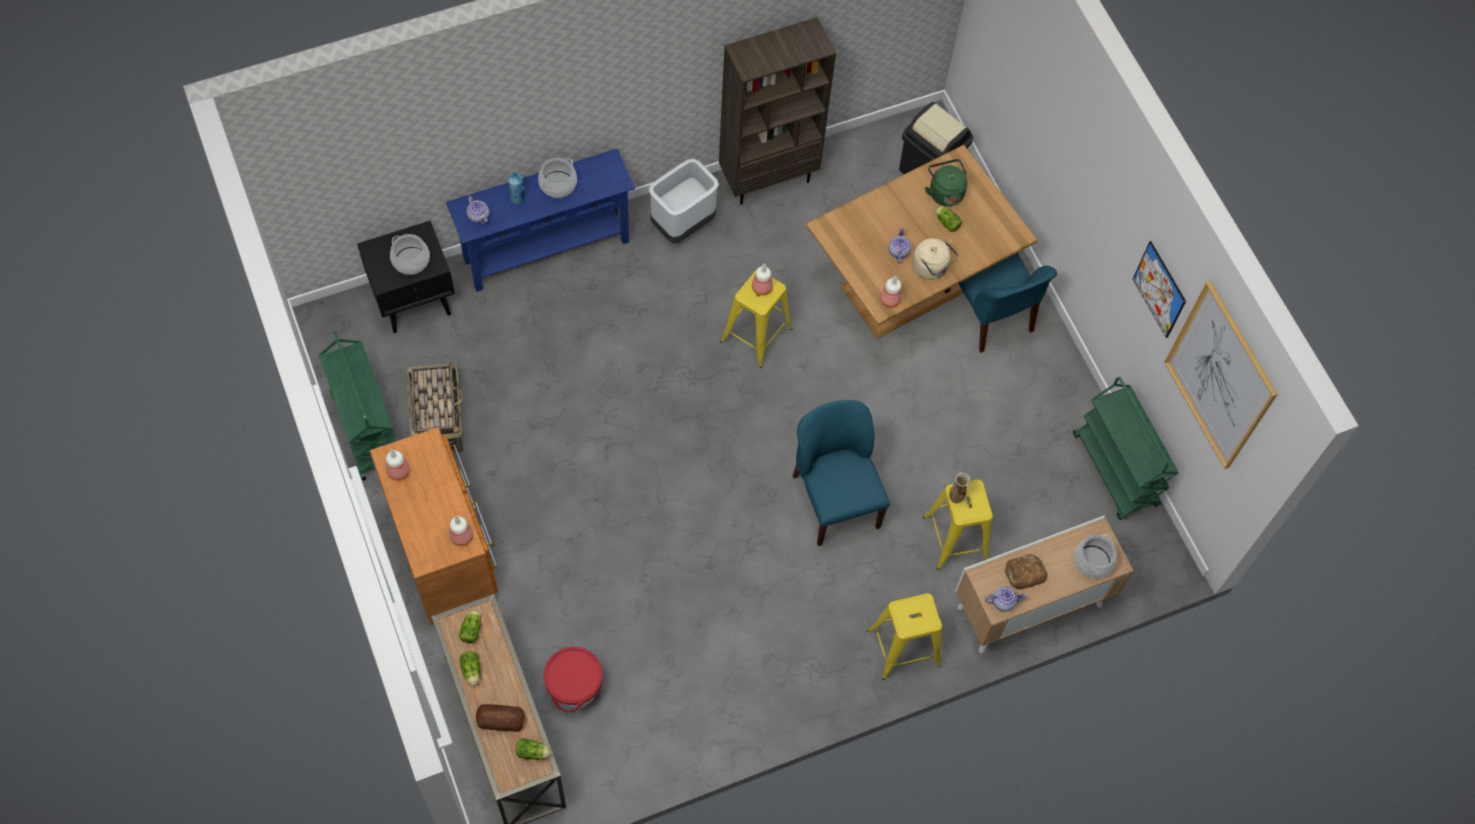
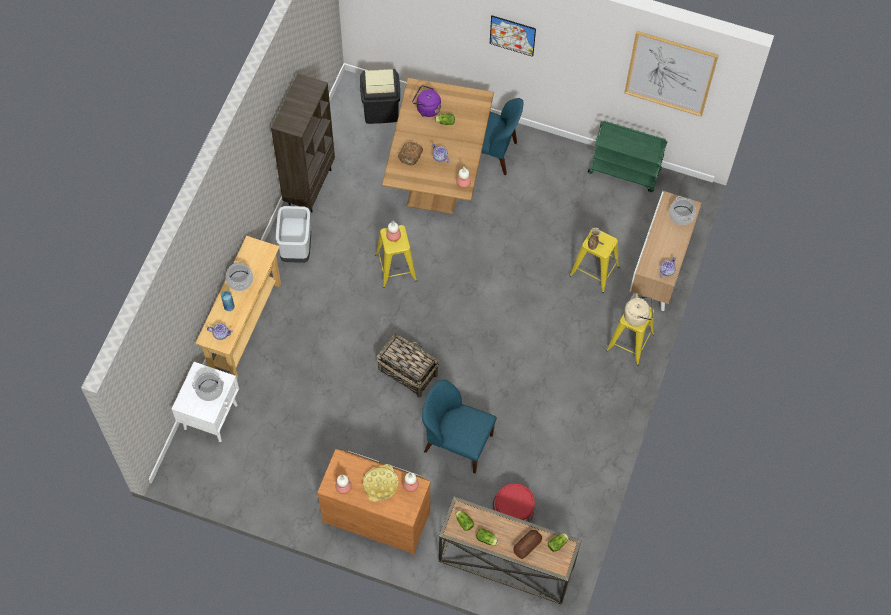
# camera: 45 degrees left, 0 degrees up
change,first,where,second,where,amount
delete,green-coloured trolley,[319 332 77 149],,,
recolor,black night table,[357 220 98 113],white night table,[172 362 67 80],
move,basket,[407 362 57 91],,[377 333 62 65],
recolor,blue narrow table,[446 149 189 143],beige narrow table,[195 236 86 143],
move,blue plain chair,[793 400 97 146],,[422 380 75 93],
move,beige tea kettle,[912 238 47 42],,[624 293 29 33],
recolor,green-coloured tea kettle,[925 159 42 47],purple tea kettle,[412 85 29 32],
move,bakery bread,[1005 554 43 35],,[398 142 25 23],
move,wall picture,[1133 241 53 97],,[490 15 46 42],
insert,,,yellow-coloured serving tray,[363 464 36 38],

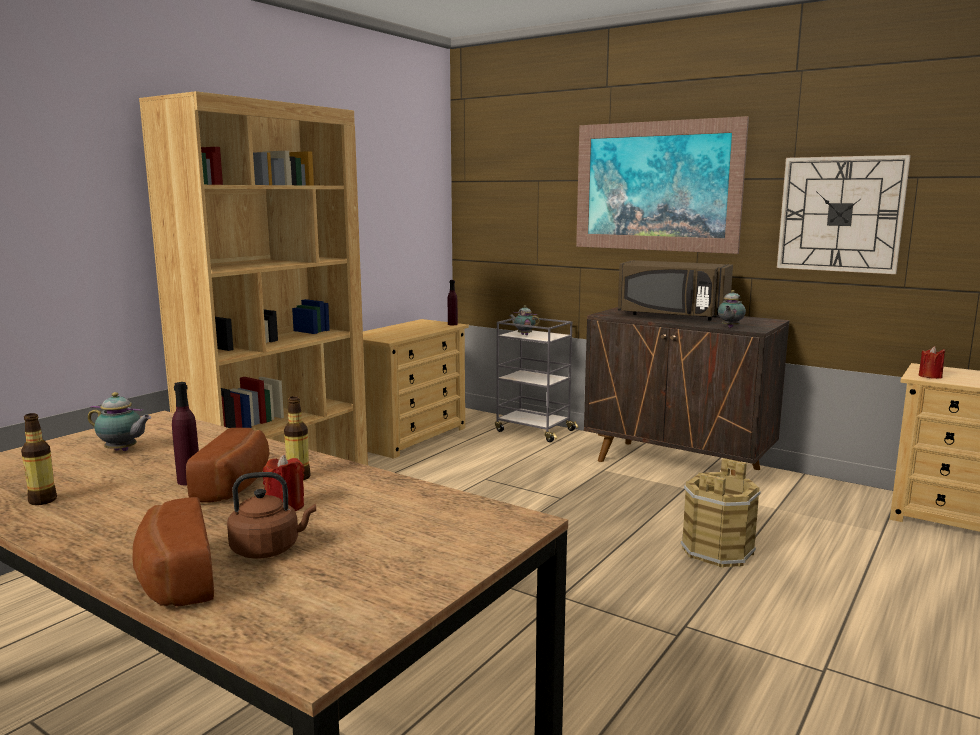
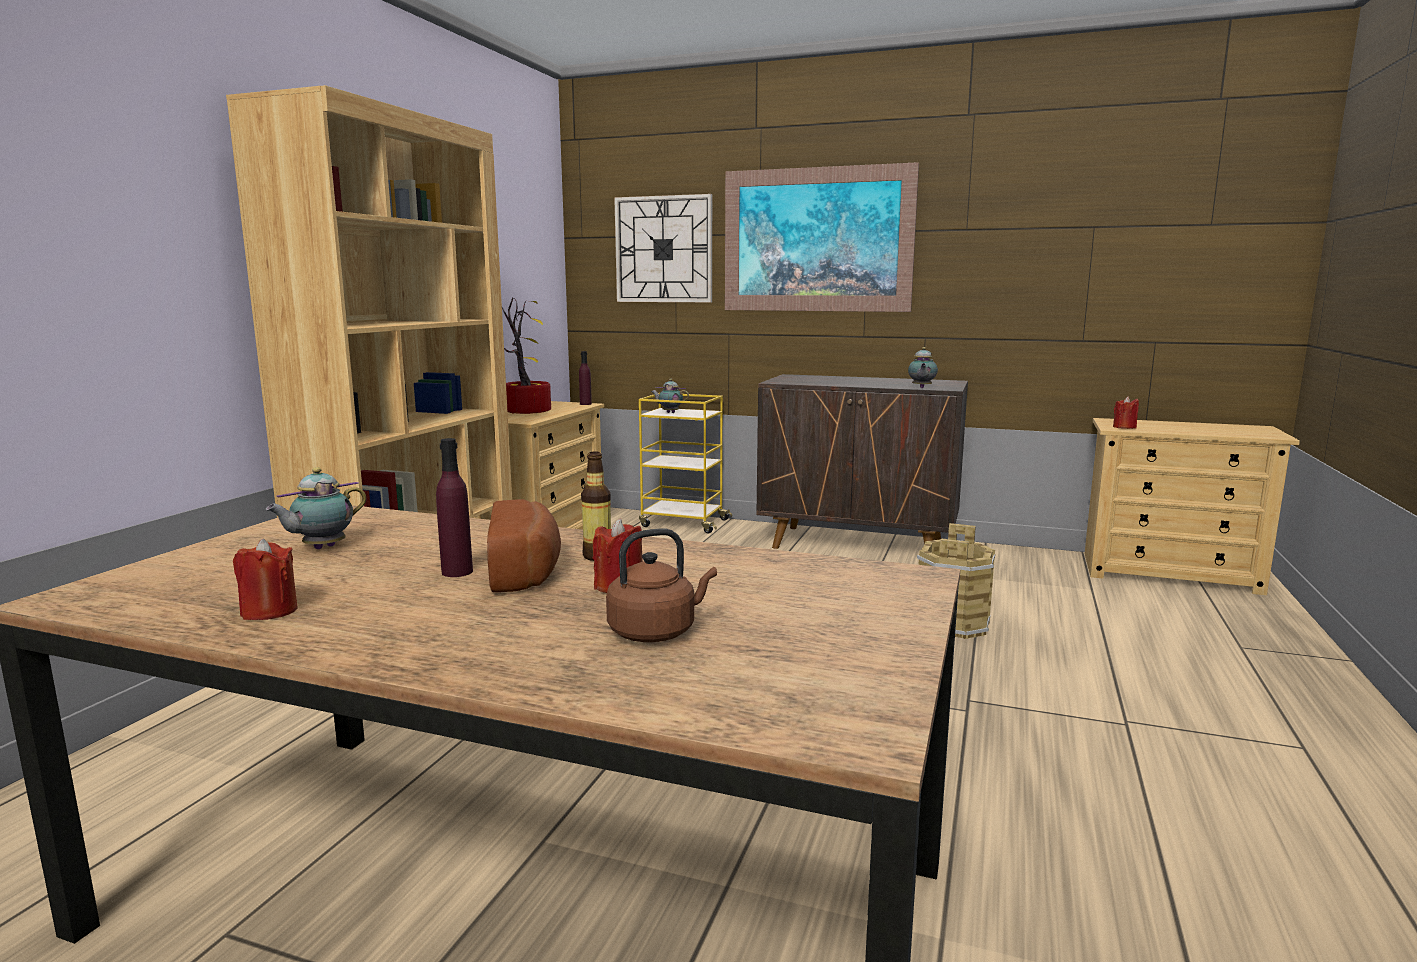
# camera: 15 degrees left, 0 degrees up
change,first,where,second,where,amount
replace,drink bottle,[21 413 36 92],red-coloured wax candle,[233 538 65 82],
rotate,pot for tea,[88 392 63 59],,[265 467 102 82],135 degrees clockwise
delete,bakery bread,[133 497 81 109],,,
recolor,grey trolley,[495 317 83 125],yellow-coloured trolley,[639 393 93 141],
delete,brown microwave oven,[618 260 115 61],,,
move,hanging clock,[777 155 134 119],,[614 194 98 108],
insert,,,potted plant,[502 297 49 117],

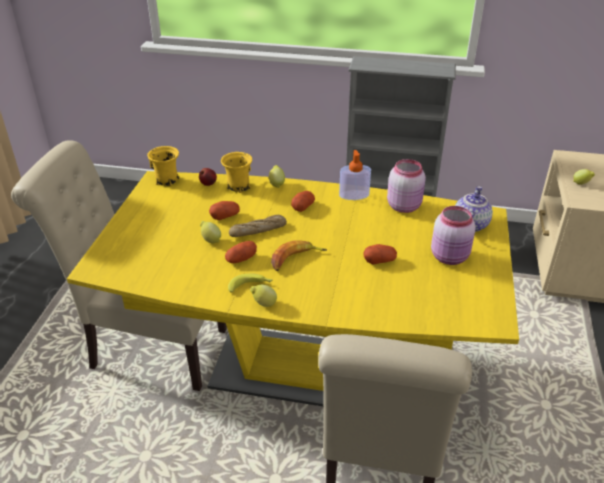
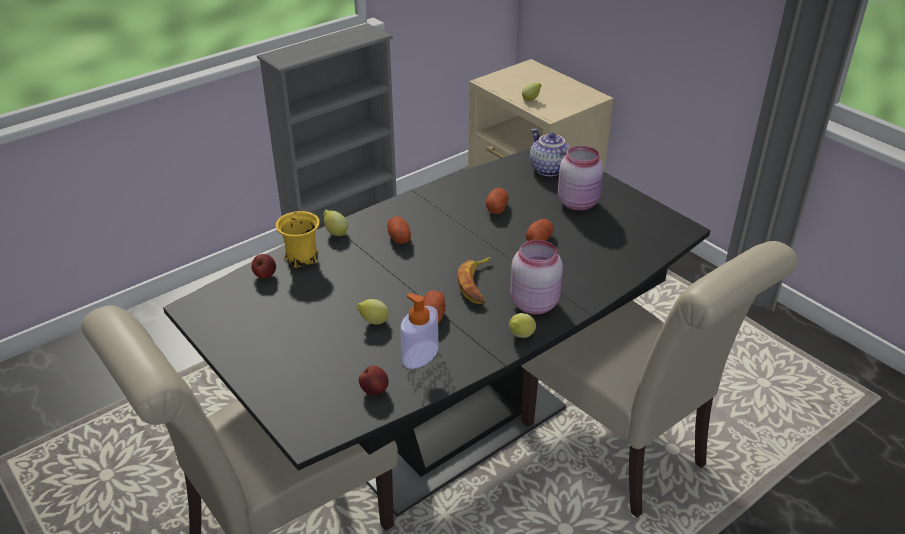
# camera: 50 degrees left, 0 degrees up
change,first,where,second,where,amount
recolor,yellow-coloured dinner table,[67 171 452 236],black dinner table,[163 148 548 369],
delete,yellow-coloured mug,[147 146 33 40],,,
move,spud,[209 201 31 19],,[486 188 23 26],
delete,banana,[228 274 44 18],,,
delete,bakery bread,[229 215 58 22],,,
move,soap bottle,[339 150 32 50],,[400 293 38 76],
move,pink storage jar,[387 159 39 54],,[510 240 53 74],
insert,,,apple fruit,[359 365 30 31],

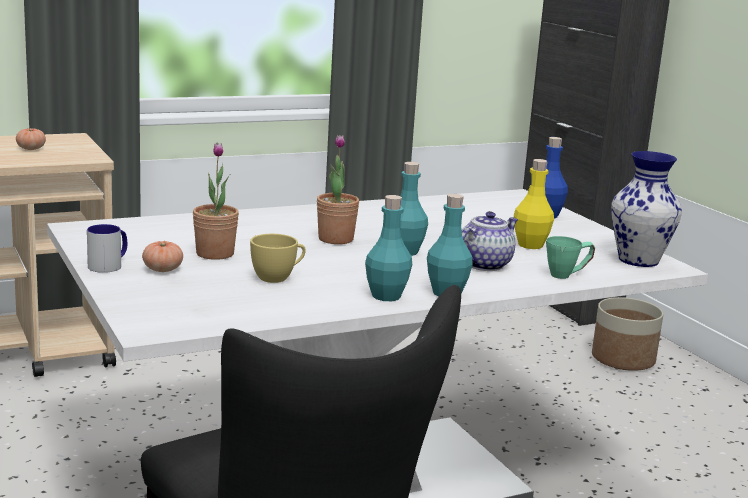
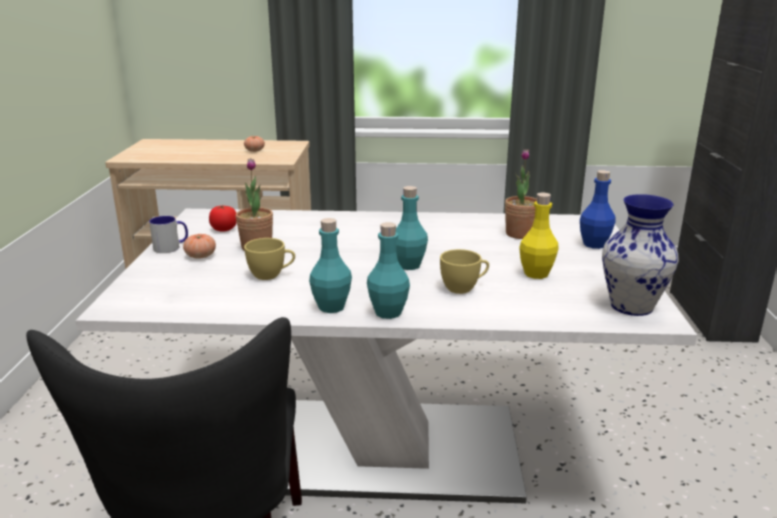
# camera: 30 degrees right, 5 degrees up
change,first,where,second,where,amount
move,potted plant,[317 135 42 109],,[505 149 32 90],
replace,pot for tea,[462 211 56 60],yellow-coloured drinking cup,[440 249 49 45],
delete,green-coloured mug,[546 236 49 43],,,
delete,planter,[592 297 71 74],,,
insert,,,fresh tomato,[209 205 28 27],

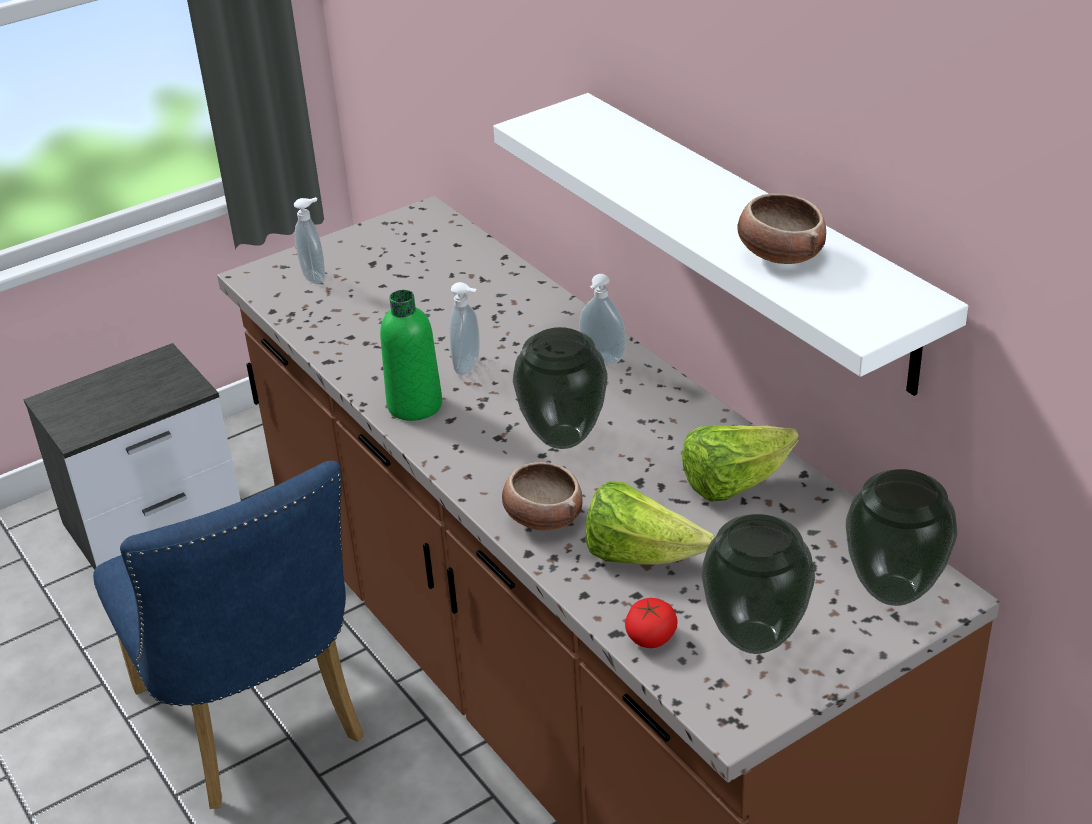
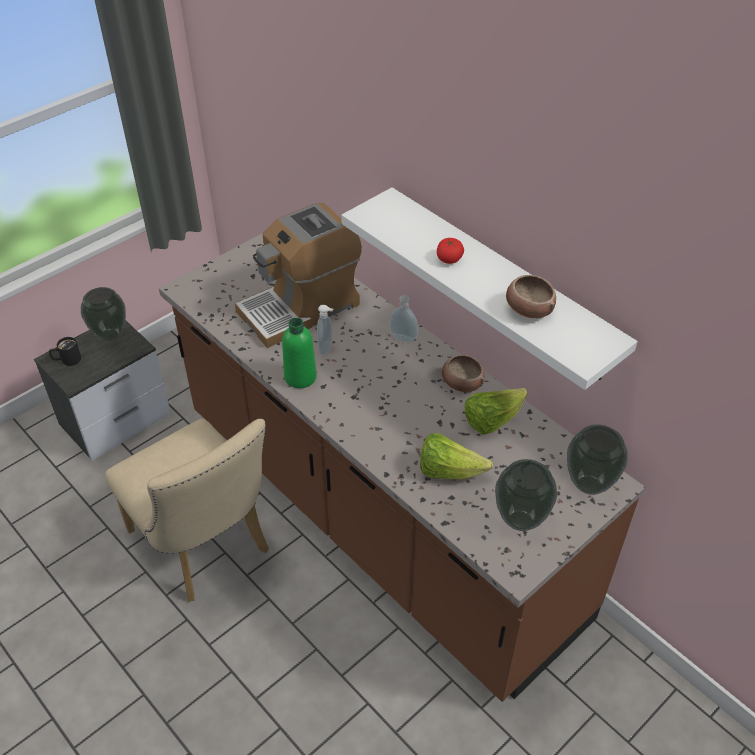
# camera: 10 degrees left, 10 degrees up
change,first,where,second,where,amount
recolor,blue plain chair,[93 461 271 348],beige plain chair,[105 419 164 183],
delete,soap bottle,[294 197 31 87],,,
move,serving bowl,[502 462 81 69],,[442 354 42 38],
move,flower vase,[513 327 95 122],,[81 287 45 54],
move,fresh tomato,[625 598 52 50],,[437 238 27 26],
insert,,,black mug,[49 337 32 29],
insert,,,coffee maker,[235 203 127 145],

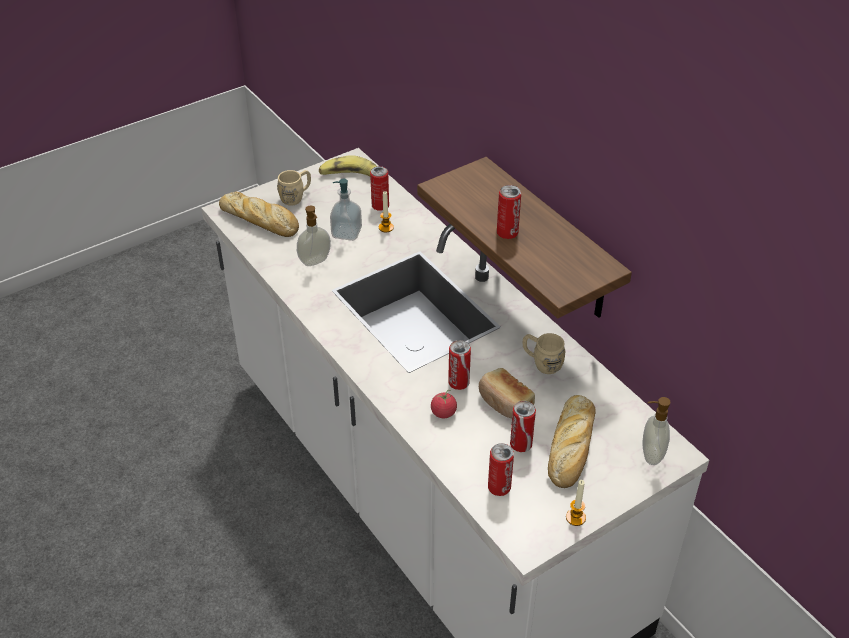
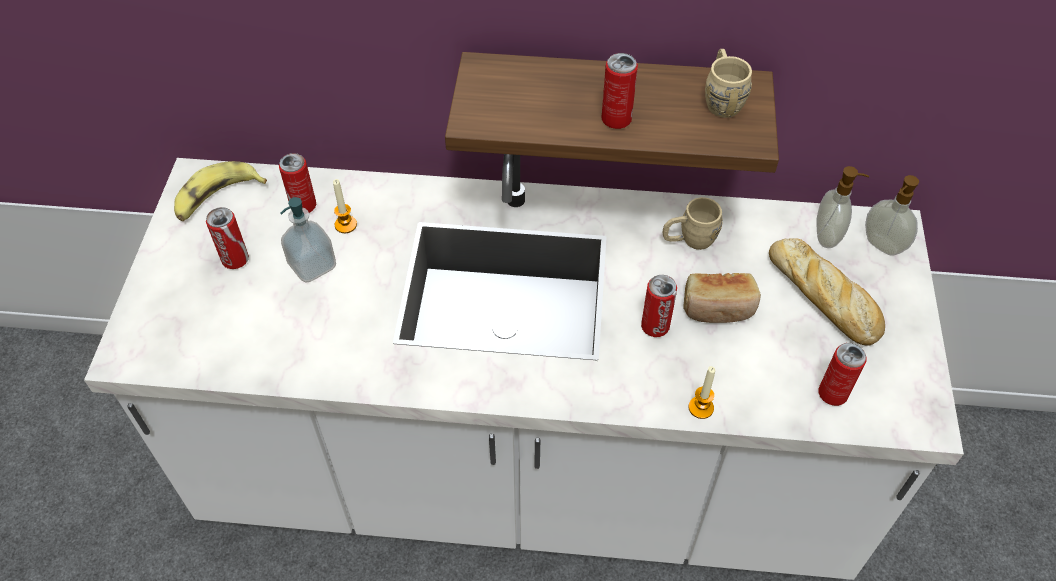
# camera: 50 degrees left, 10 degrees up
change,first,where,second,where,amount
delete,bakery bread,[219 192 80 45],,,
move,beige mug,[277 170 34 36],,[705 49 47 69],
move,soap bottle,[297 206 34 60],,[816 166 53 82],
delete,fresh tomato,[431 390 26 28],,,
move,metal can,[510 401 26 51],,[206 207 43 62],
move,wax candle,[566 480 20 46],,[688 366 27 53],

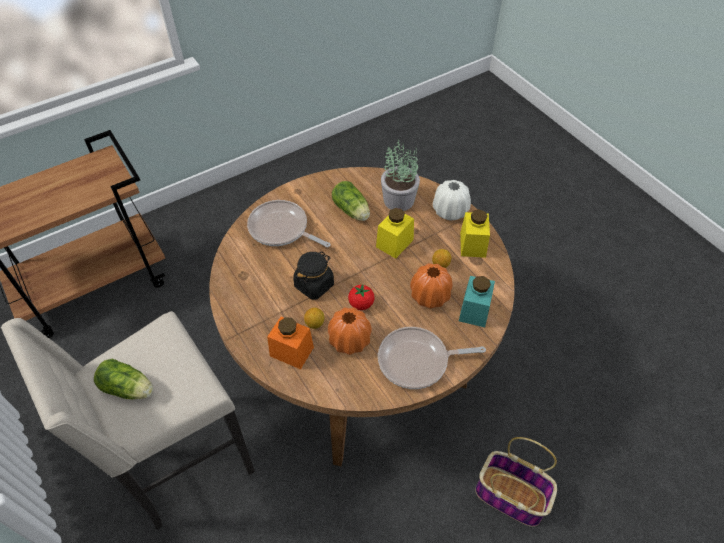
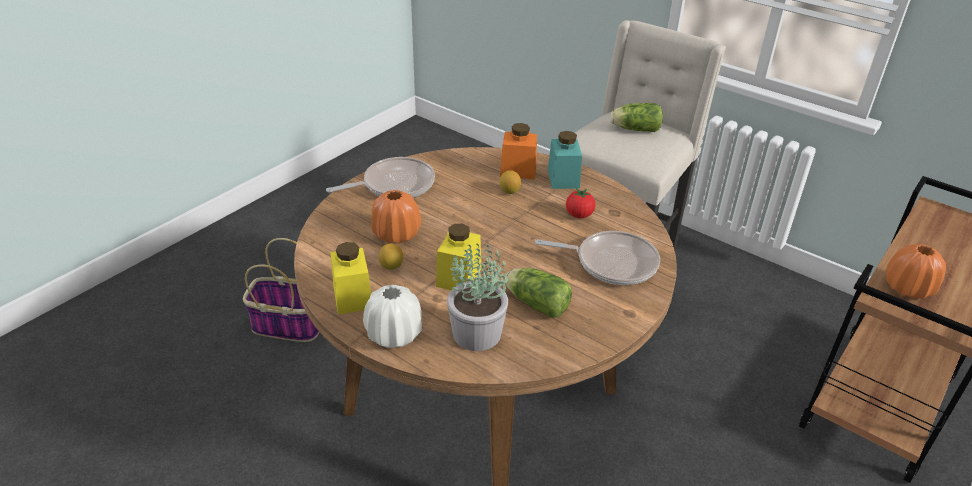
# camera: 160 degrees right, 15 degrees down
change,first,where,second,where,amount
delete,black storage jar,[293 251 41 49],,,
move,orange-coloured flower vase,[328 307 44 48],,[886 244 60 55],
move,fresh tomato,[348 284 27 26],,[566 188 30 30],
move,turquoise-coloured storage jar,[459 276 36 51],,[548 131 34 58],

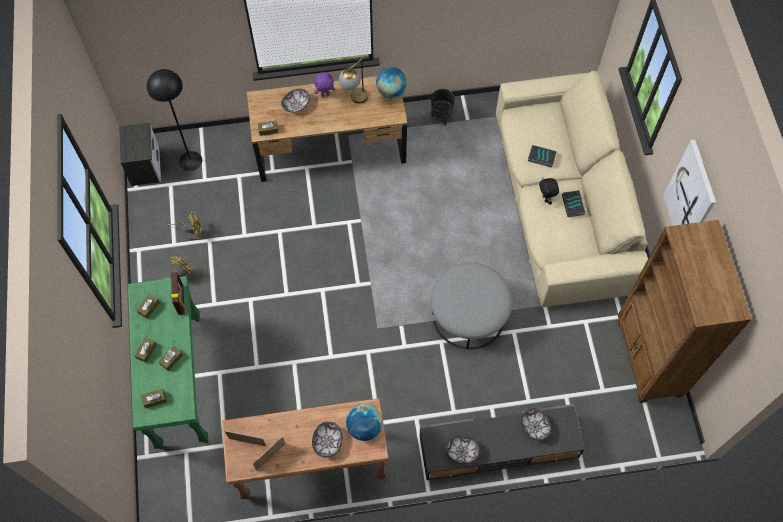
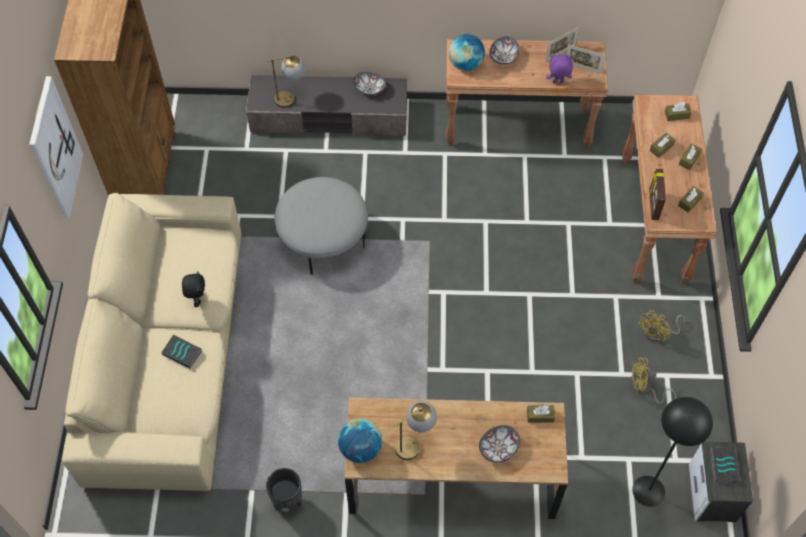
# camera: 170 degrees left, 5 degrees down
change,first,where,second,where,amount
recolor,green-coloured narrow table,[128 276 80 173],brown narrow table,[622 94 95 190],
move,purple soft toy,[314 72 21 25],,[546 54 27 29],
replace,serving bowl,[521 408 30 33],lamp for a table,[266 55 40 53],
move,book,[562 190 23 27],,[710 446 30 37],

